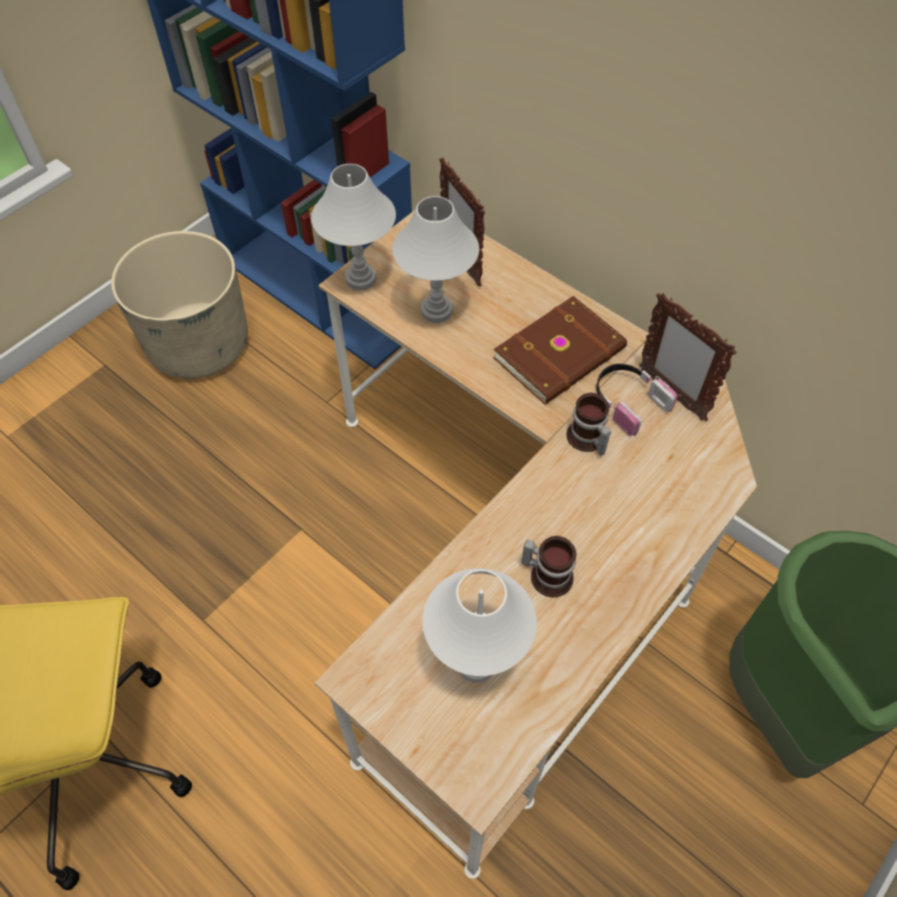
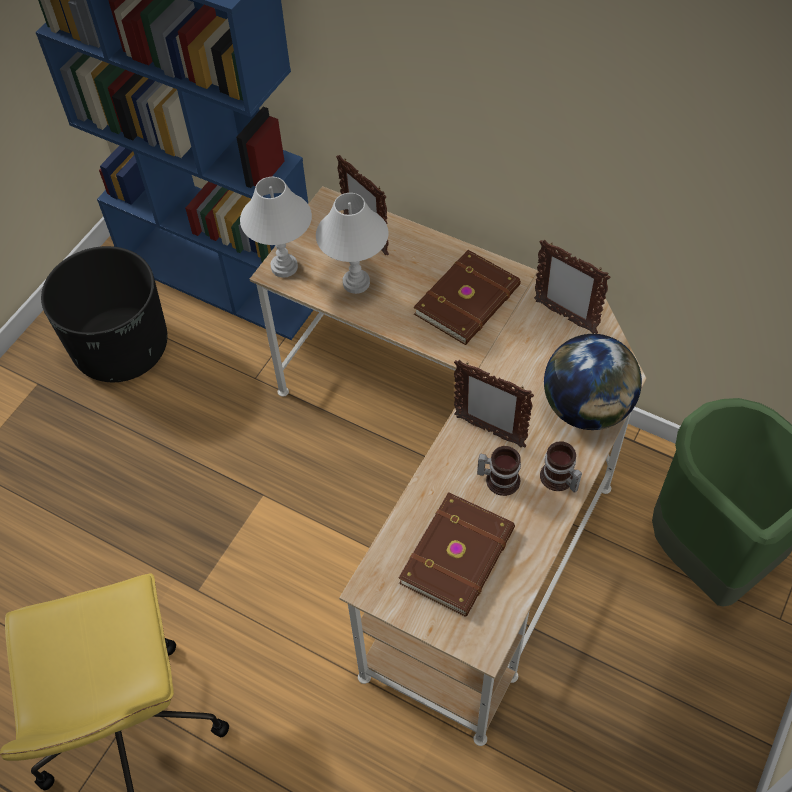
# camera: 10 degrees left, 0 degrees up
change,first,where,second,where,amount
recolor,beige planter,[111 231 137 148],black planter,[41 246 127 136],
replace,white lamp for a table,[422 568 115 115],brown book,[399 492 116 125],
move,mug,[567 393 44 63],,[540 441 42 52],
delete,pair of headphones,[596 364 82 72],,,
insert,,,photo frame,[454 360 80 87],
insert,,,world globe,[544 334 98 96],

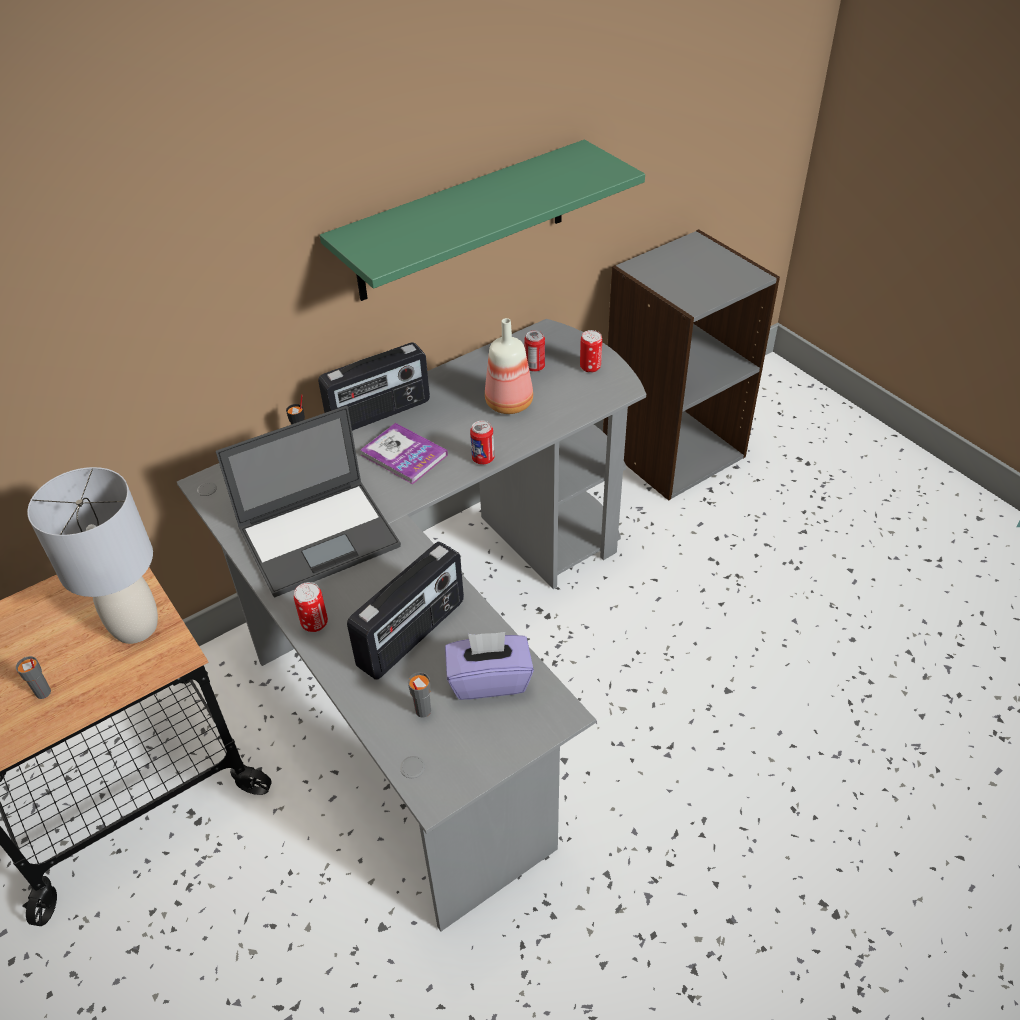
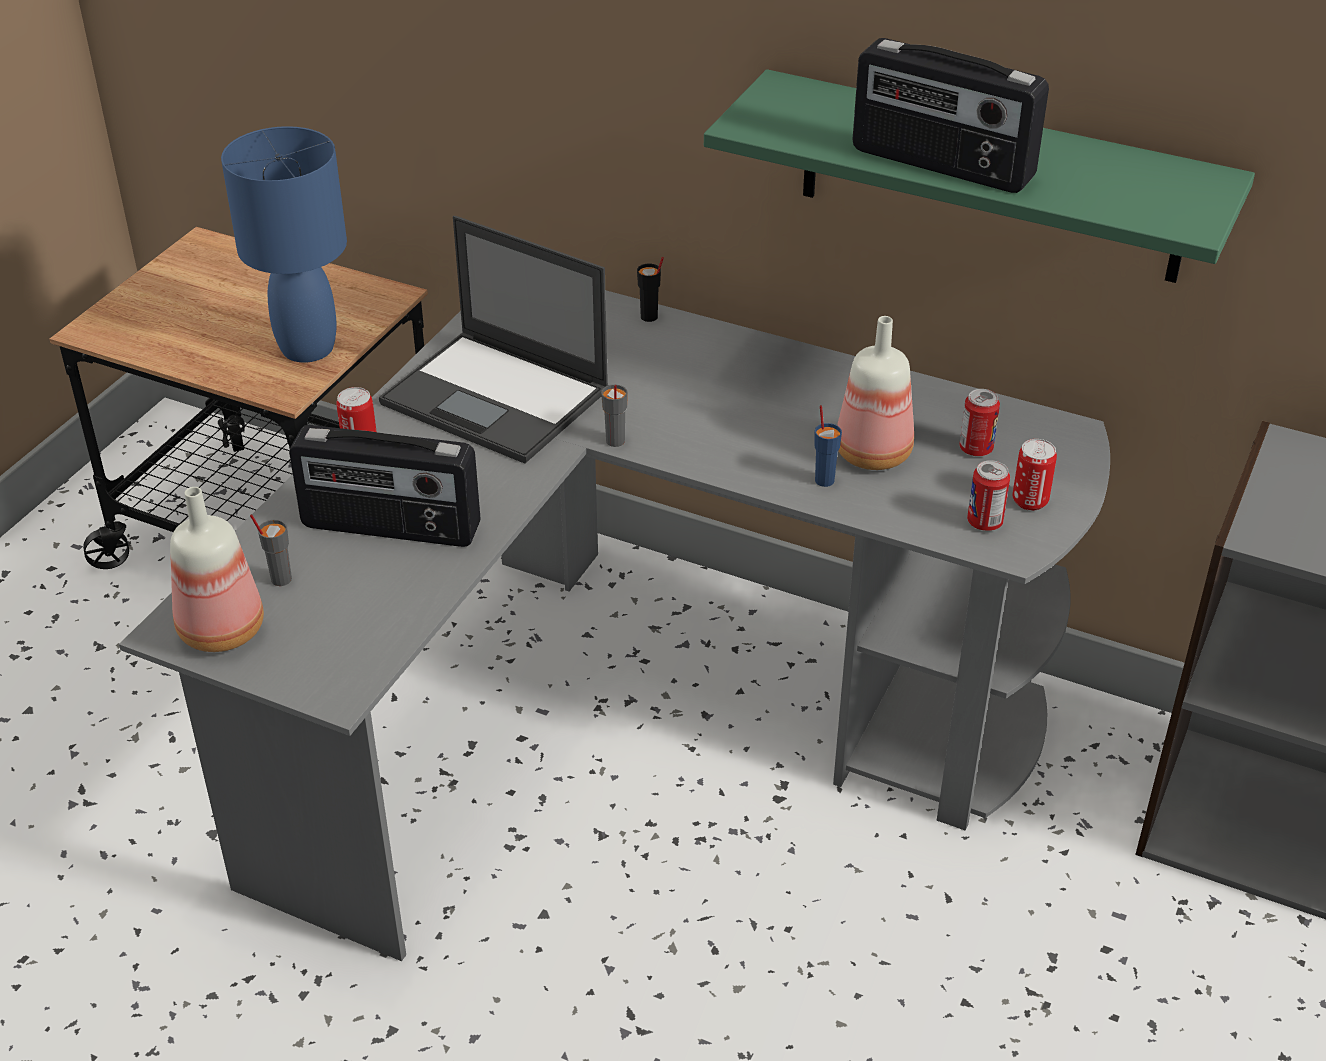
# camera: 60 degrees right, 5 degrees down
change,first,where,second,where,amount
move,grey drinking cup,[16 656 35 43],,[601 384 27 63],
recolor,grey lamp for a table,[27 467 131 177],blue lamp for a table,[221 126 126 237],
move,radio receiver,[318 342 112 89],,[852 38 197 155],
delete,book,[360 423 88 61],,,
delete,purple tissue holder,[445 632 89 68],,,
move,metal can,[470 421 24 44],,[967 460 43 71],
insert,,,drink bottle,[170 487 94 165],
insert,,,blue drinking cup,[814 405 28 82],

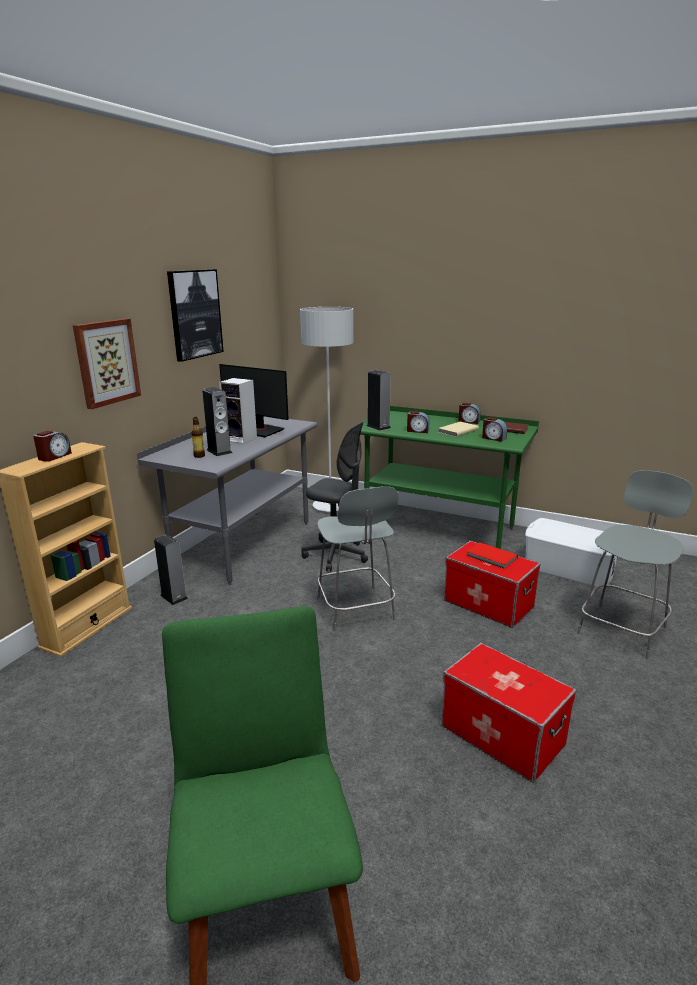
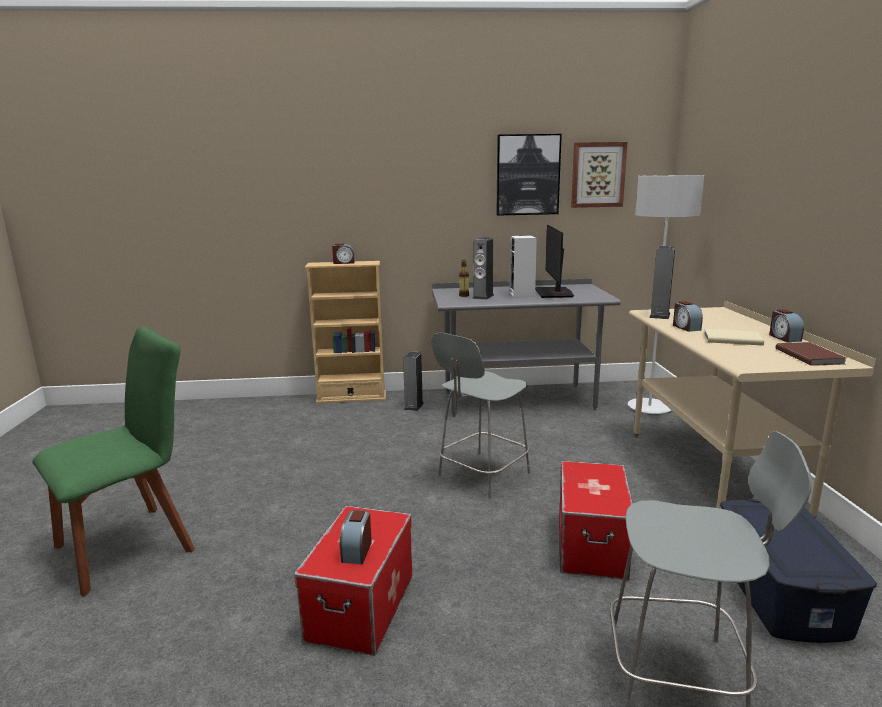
# camera: 60 degrees right, 5 degrees down
change,first,where,second,where,amount
move,wall picture,[73 318 68 91],,[571 142 56 66],
delete,grey desk chair,[301 422 67 149],,,
recolor,green-coloured desk unit,[360 406 179 143],beige desk unit,[629 301 247 217],
delete,red-coloured book,[466 542 52 27],,,
move,table clock,[482 417 25 25],,[339 510 33 54],
recolor,white storage container,[525 518 92 70],blue storage container,[720 499 157 144],

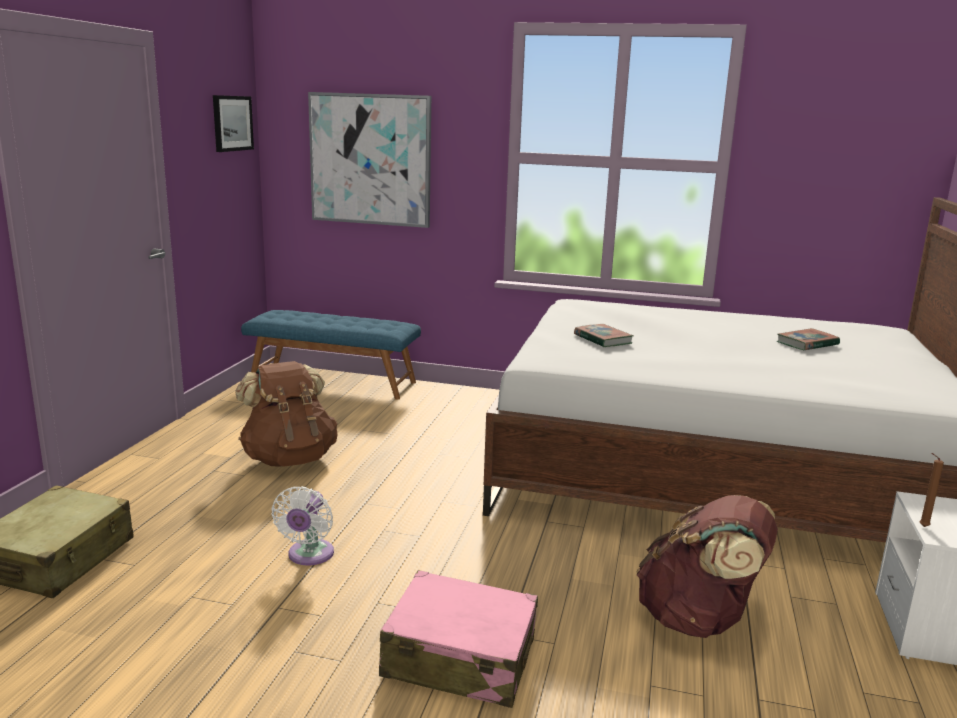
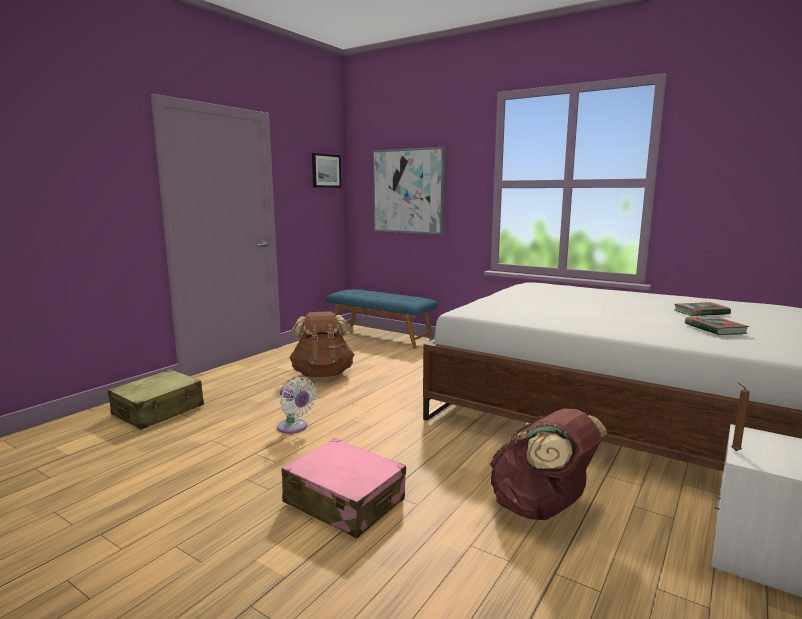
# camera: 20 degrees right, 5 degrees down
change,first,where,second,where,amount
rotate,white cooling fan,[271 486 63 79],,[277 377 40 57],75 degrees counterclockwise
move,book,[574 324 60 23],,[685 316 64 19],

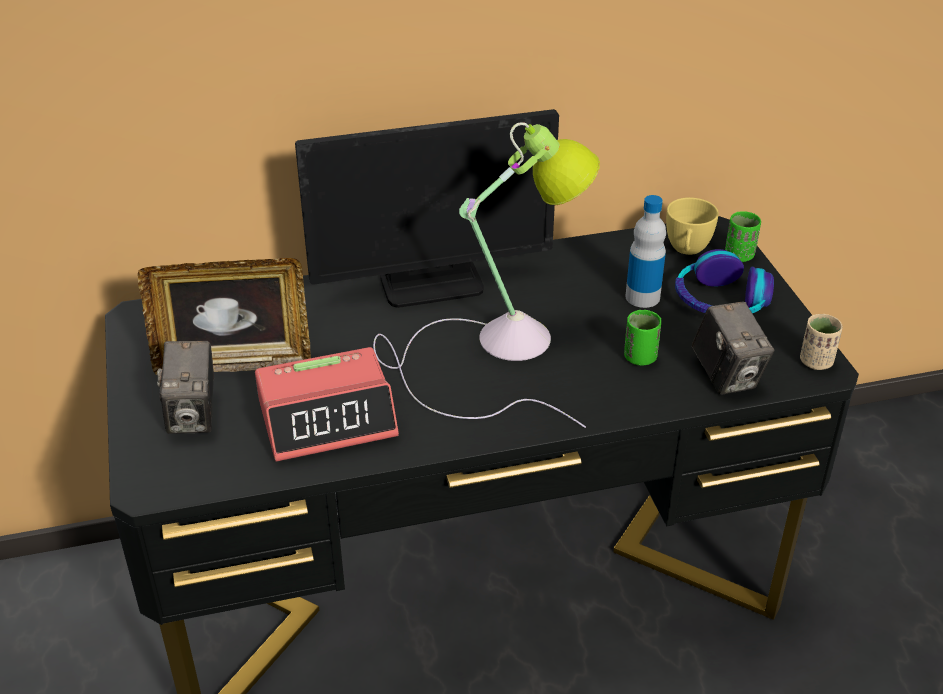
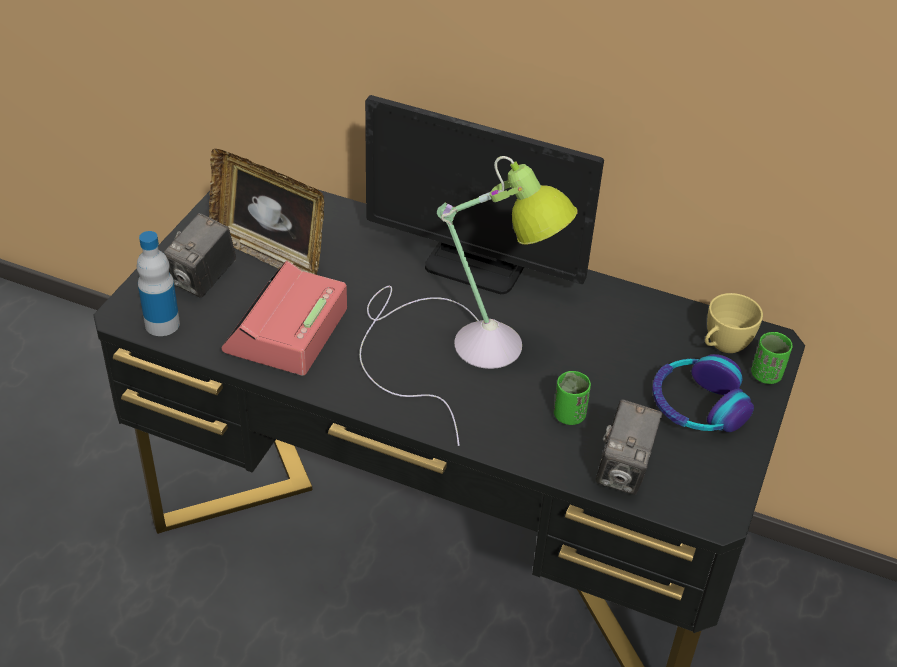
# camera: 35 degrees right, 5 degrees up
change,first,where,second,where,amount
rotate,table clock,[255 347 144 115],,[221 261 126 115],90 degrees clockwise
move,drink bottle,[626 195 40 113],,[137 231 43 105],
delete,beige drinking cup,[800 314 43 56],,,

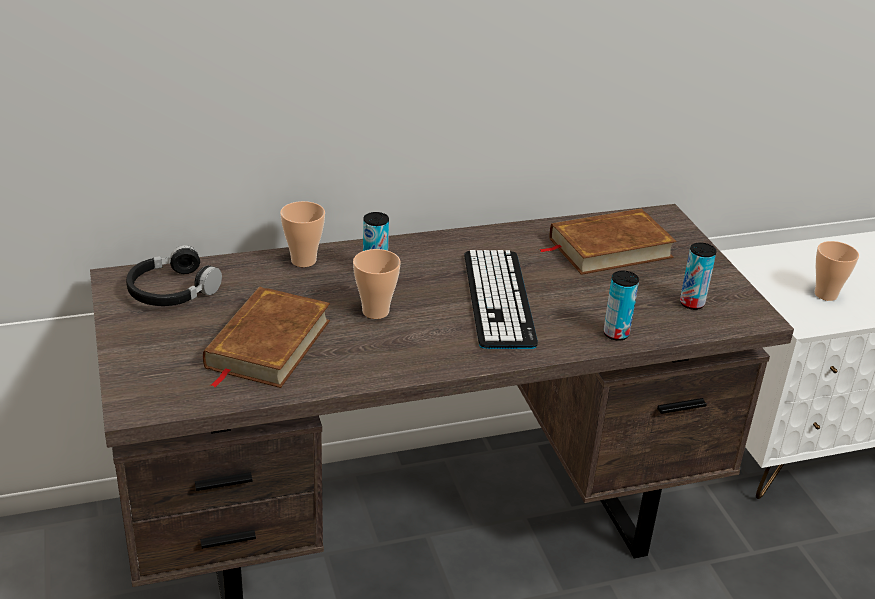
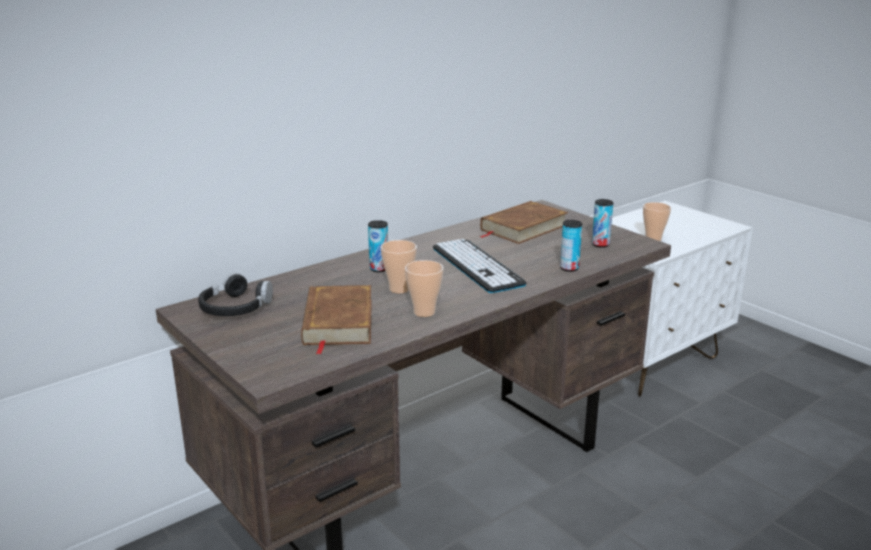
# camera: 20 degrees left, 10 degrees down
change,first,where,second,where,amount
move,drinking cup,[280 201 45 66],,[405 260 39 57],

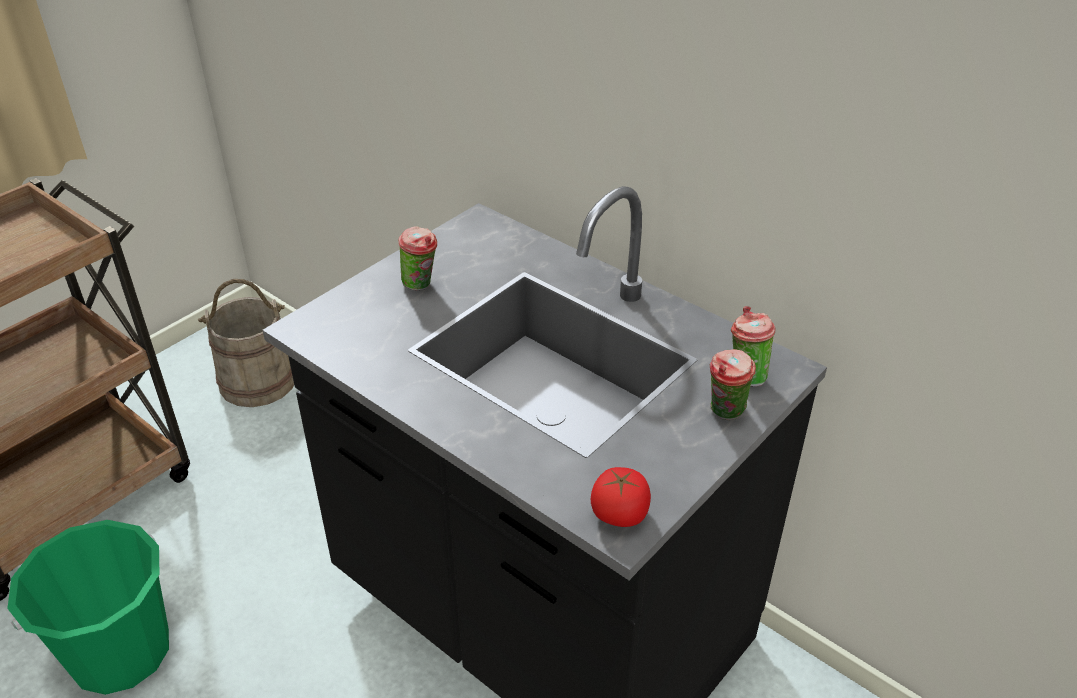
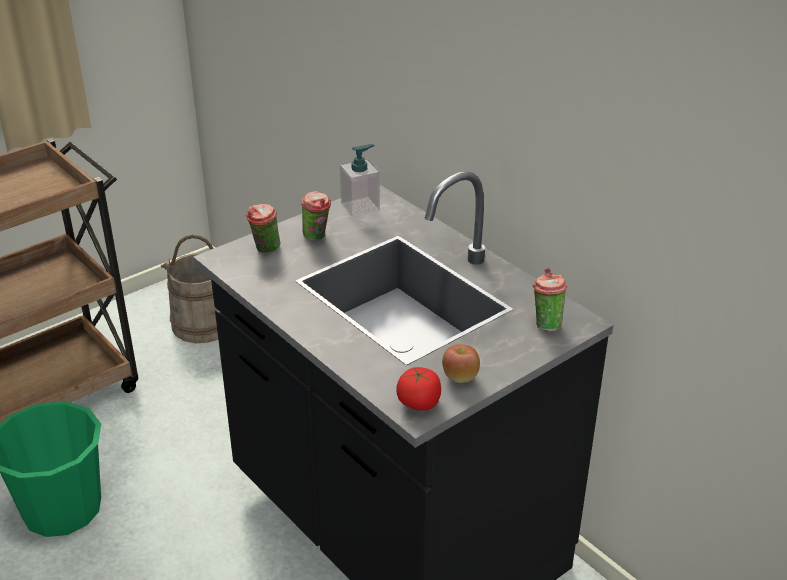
# camera: 10 degrees right, 5 degrees down
change,first,where,second,where,amount
move,drinking cup,[710 349 46 71],,[246 204 35 50],
insert,,,soap bottle,[340 144 40 73],
insert,,,apple fruit,[442 344 38 39],

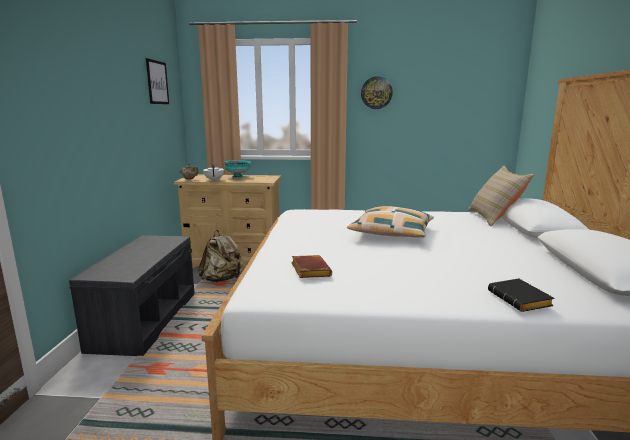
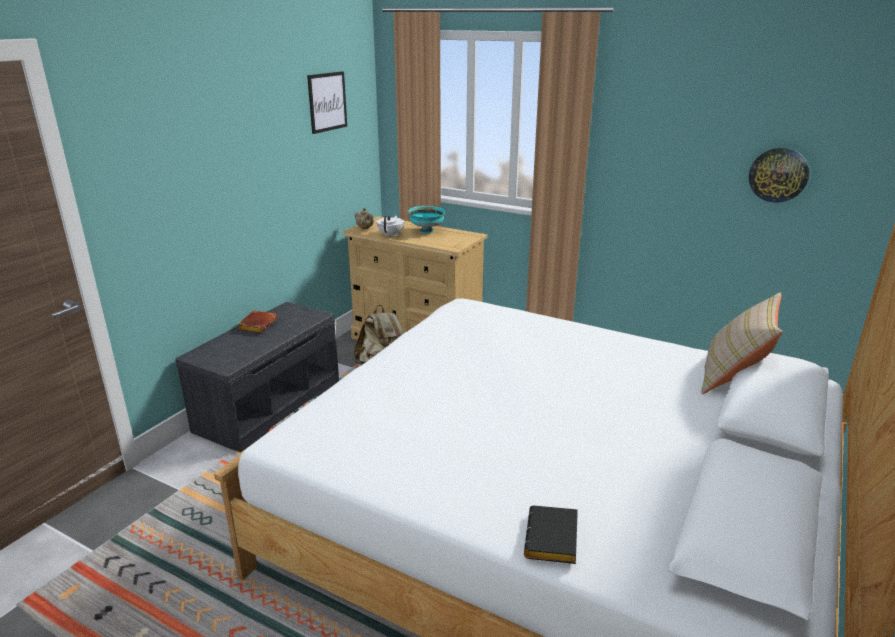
# camera: 25 degrees right, 10 degrees up
change,first,where,second,where,amount
move,brown book,[291 255 41 23],,[237 310 40 23],
delete,throw pillow,[347 206 87 31],,,
move,hanging clock,[361 76 32 33],,[749 147 60 56],

